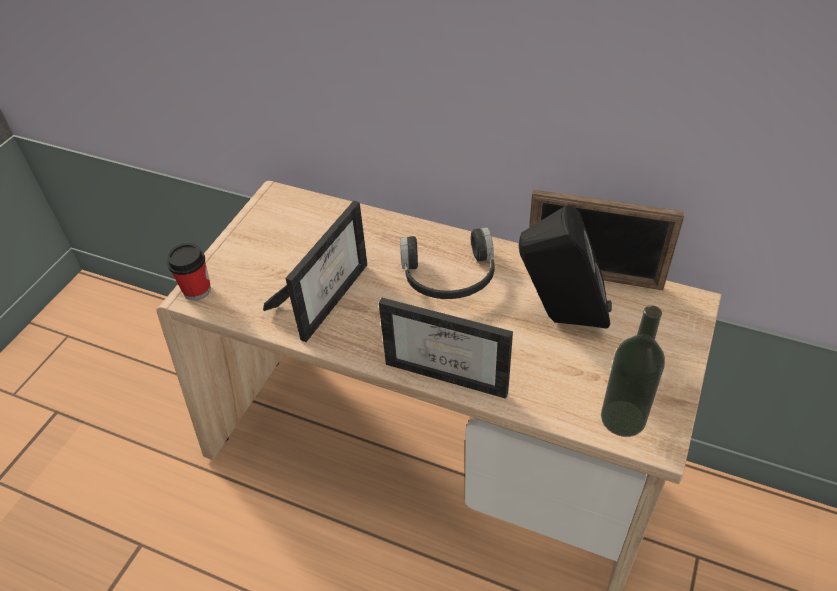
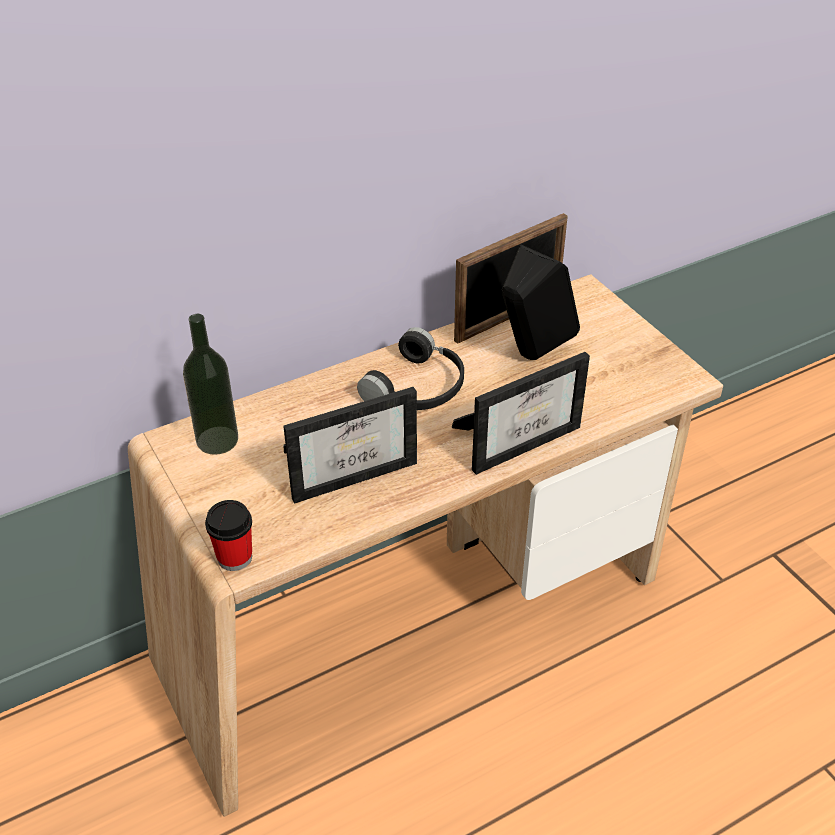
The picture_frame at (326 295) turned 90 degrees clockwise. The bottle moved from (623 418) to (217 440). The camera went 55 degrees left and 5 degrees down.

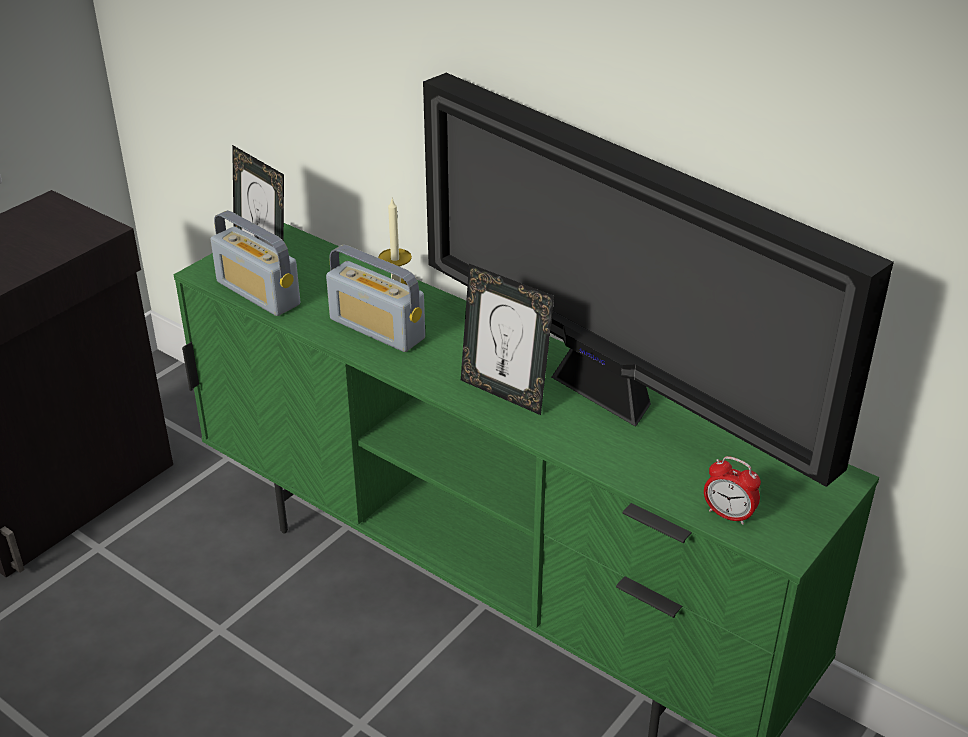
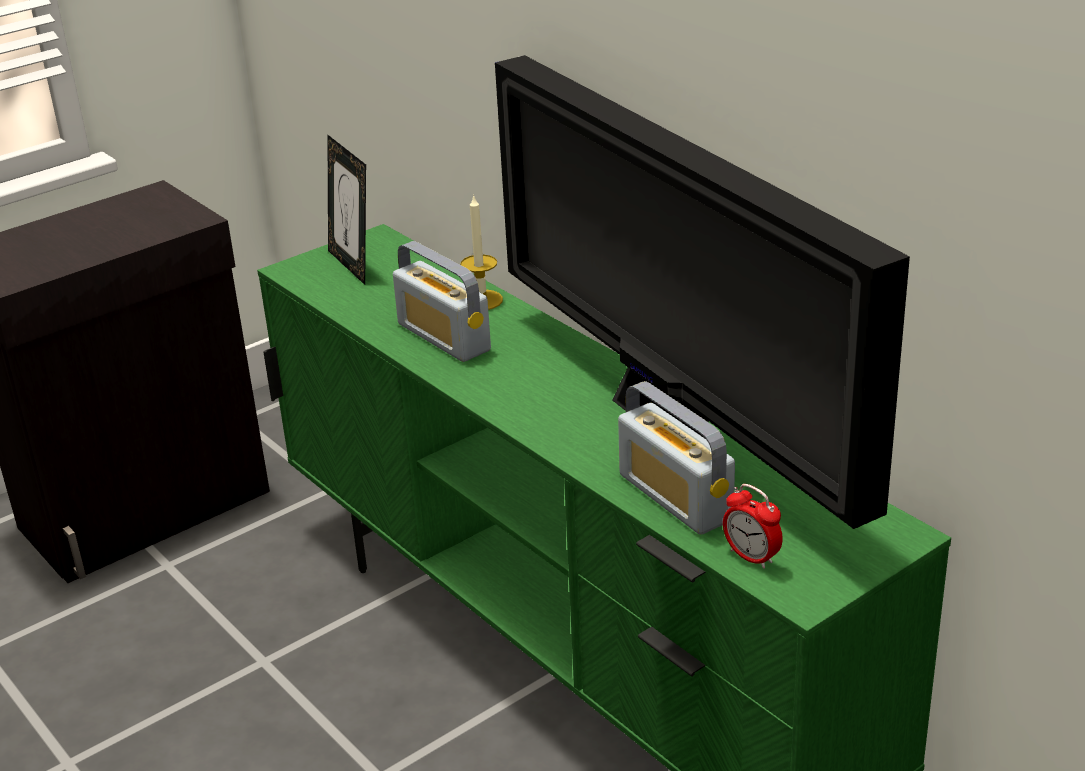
The radio moved from (258 293) to (675 497). The picture_frame at (504 393) disappeared. The camera went 15 degrees right and 5 degrees down.

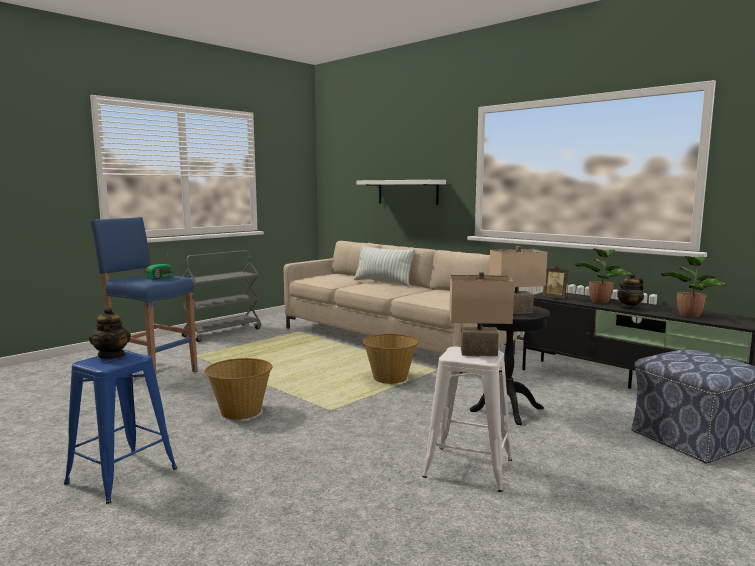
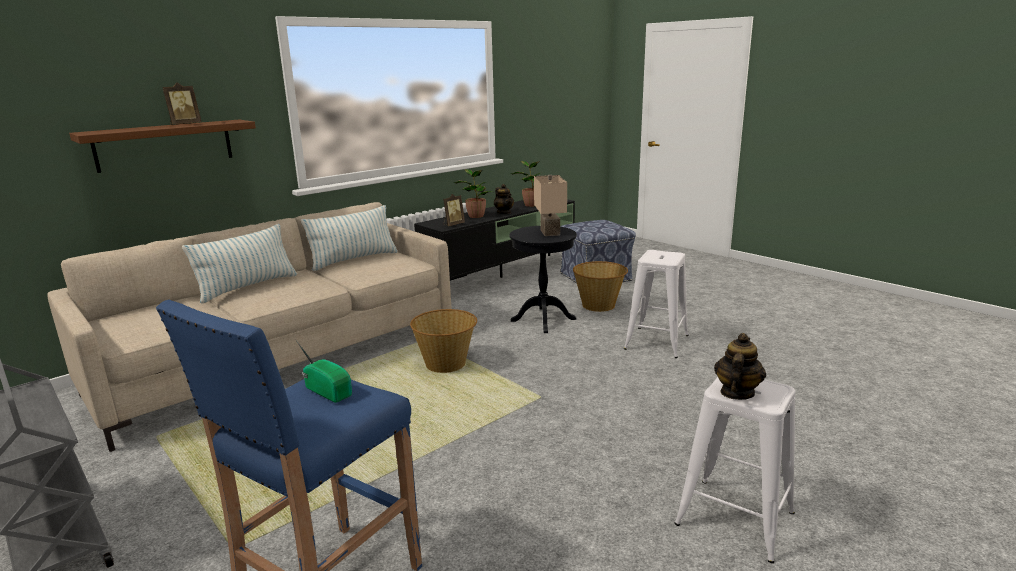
The white_shelf at (407 192) became the brown_shelf at (164 145). The beige_table_lamp at (479 352) disappeared. The teapot at (112 355) turned 45 degrees counterclockwise. The blue_stool at (122 476) became the white_stool at (734 518). The basket moved from (240 412) to (599 305). The picture_frame at (184 124) appeared. The pillow at (354 260) appeared. The camera went 85 degrees left and 10 degrees up.

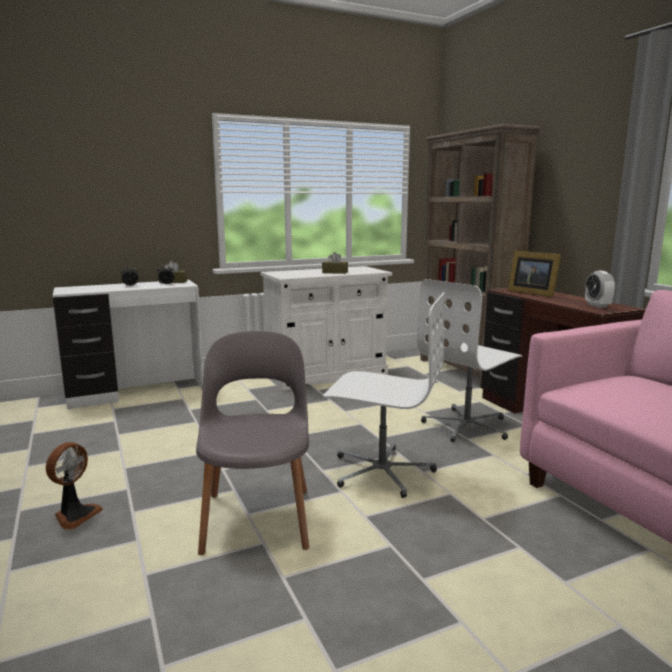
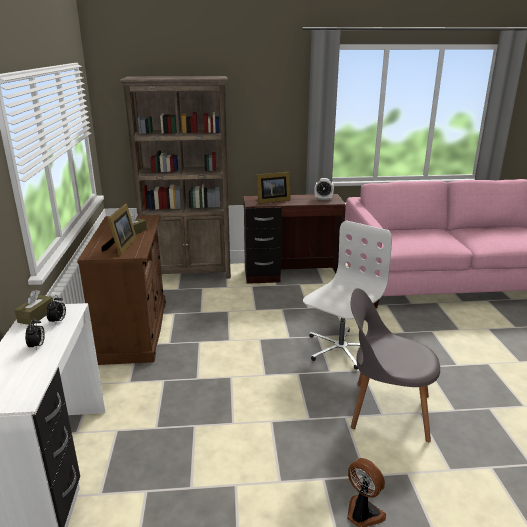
The white_cabinet at (326 375) became the brown_cabinet at (134 331). The white_office_chair at (467 426) disappeared. The picture_frame at (121 247) appeared. The camera went 70 degrees left and 10 degrees up.

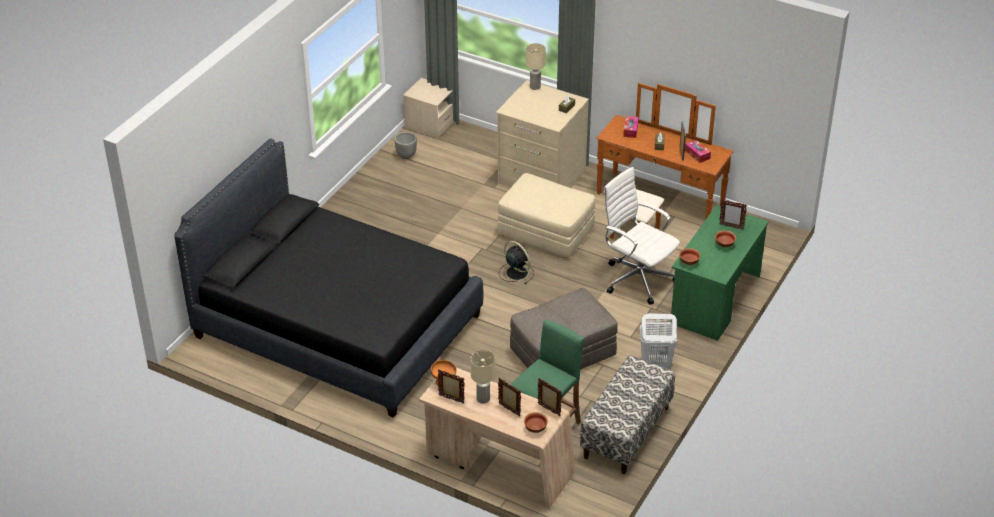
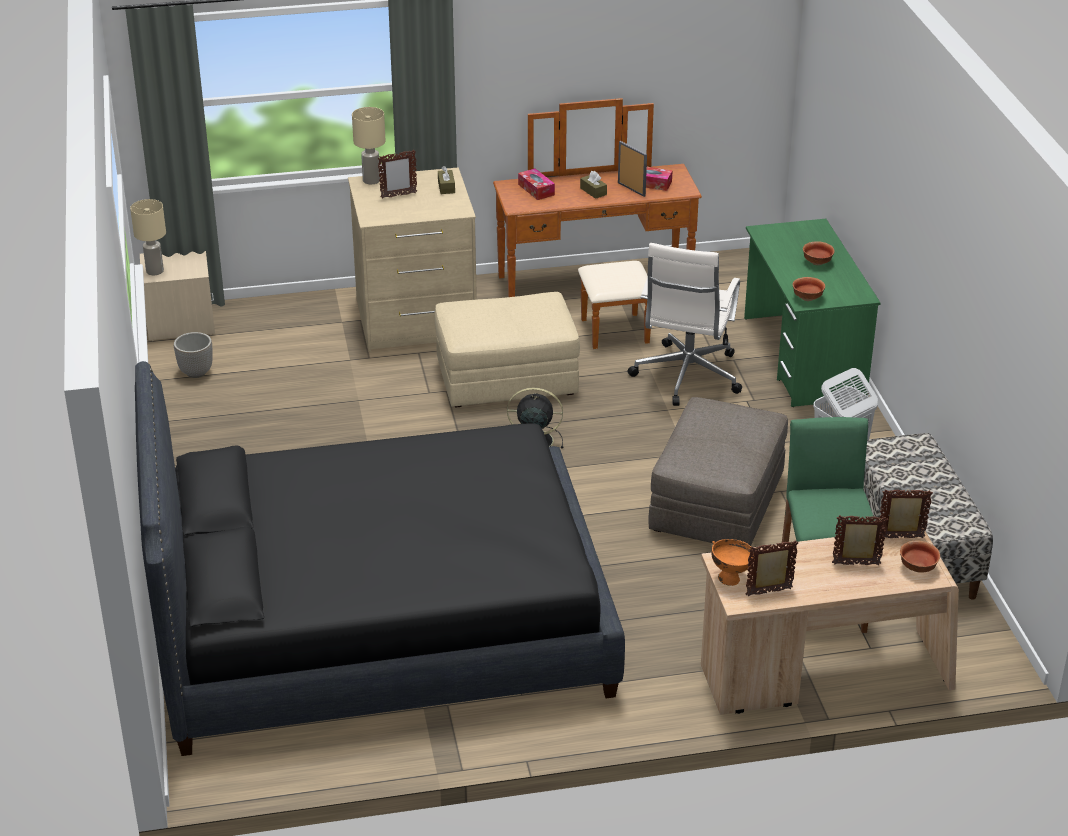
The white_office_chair at (637 278) turned 75 degrees counterclockwise. The picture_frame moved from (731 227) to (398 195). The beige_table_lamp moved from (483 399) to (155 271). The camera went 40 degrees left and 5 degrees down.

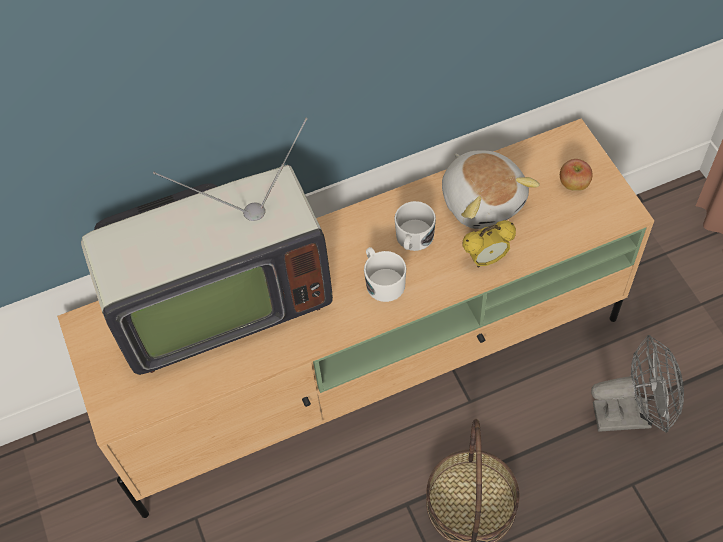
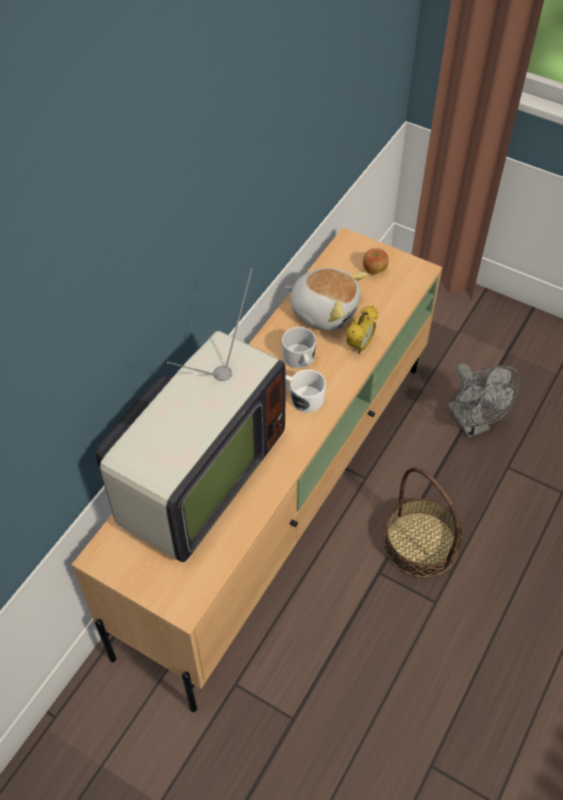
The grey_fan at (631 414) turned 105 degrees clockwise. The camera went 40 degrees left and 5 degrees down.

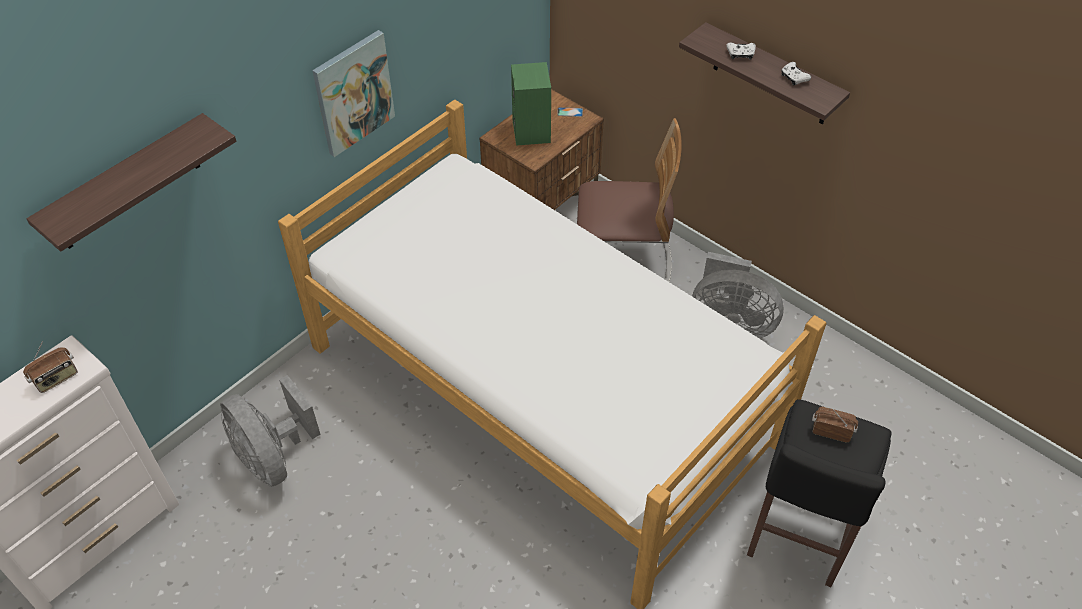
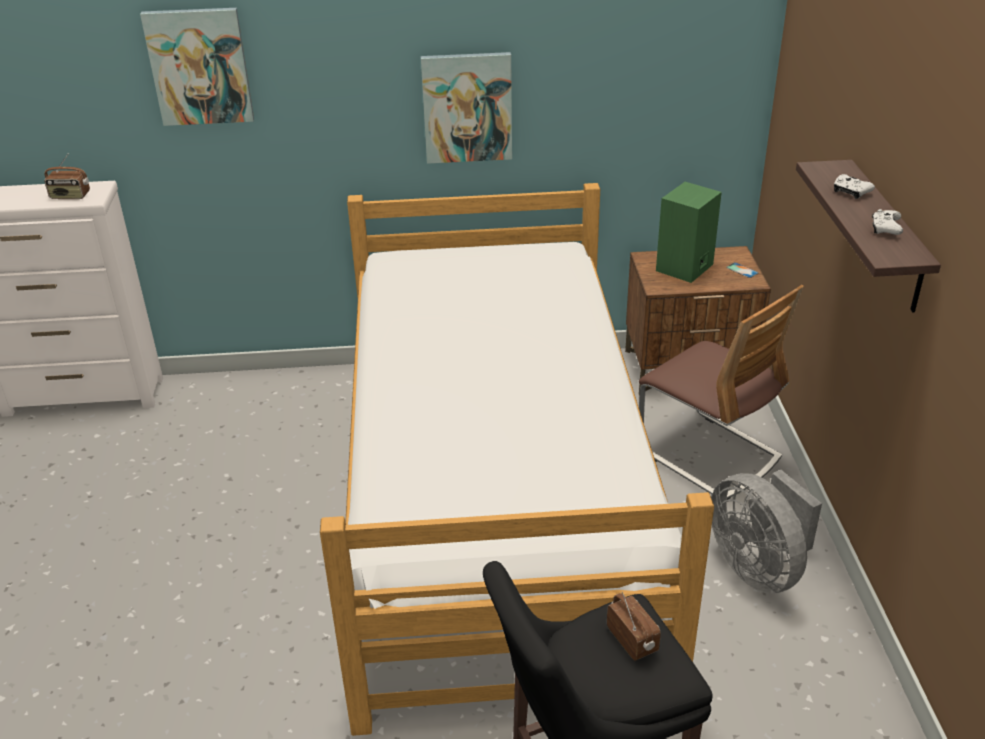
The shelf at (127 184) was replaced by the picture at (199 66). The grey_fan at (273 457) disappeared. The camera went 45 degrees right and 15 degrees down.

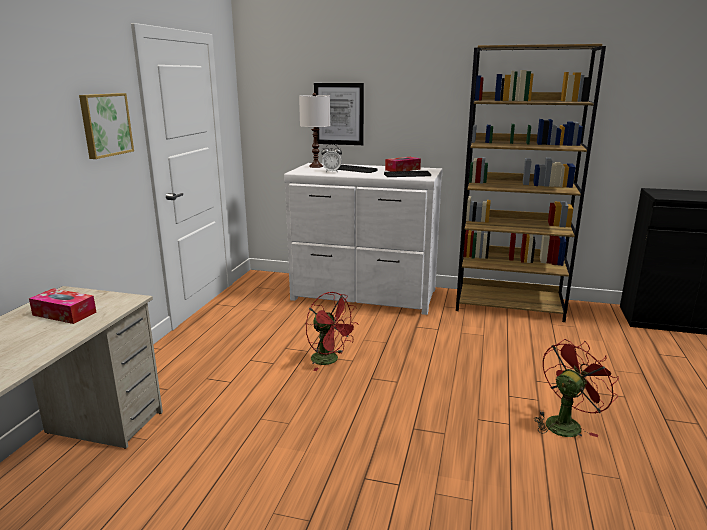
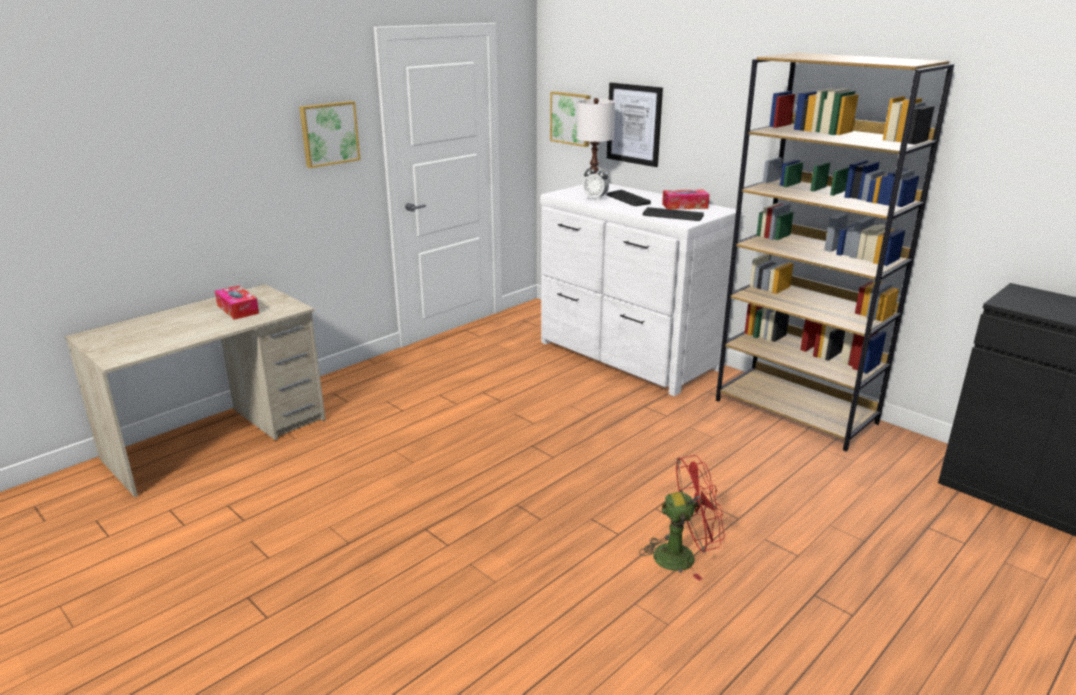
The red_fan at (330 360) disappeared. The picture at (571 118) appeared. The camera went 30 degrees right and 5 degrees up.

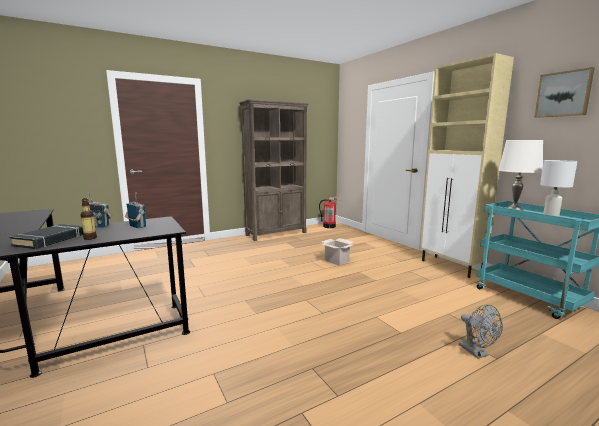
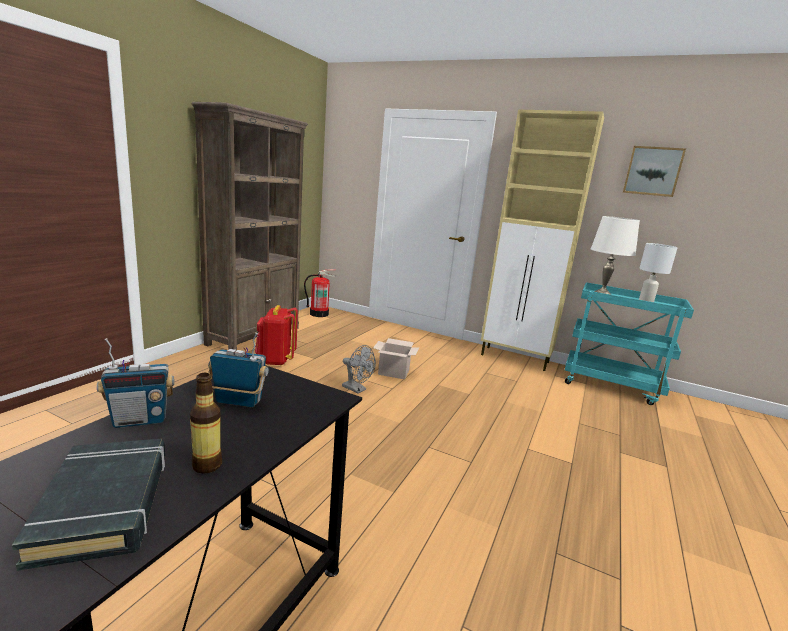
The grey_fan moved from (477 353) to (357 389). The red_backpack at (276 360) appeared. The camera went 35 degrees left and 5 degrees up.

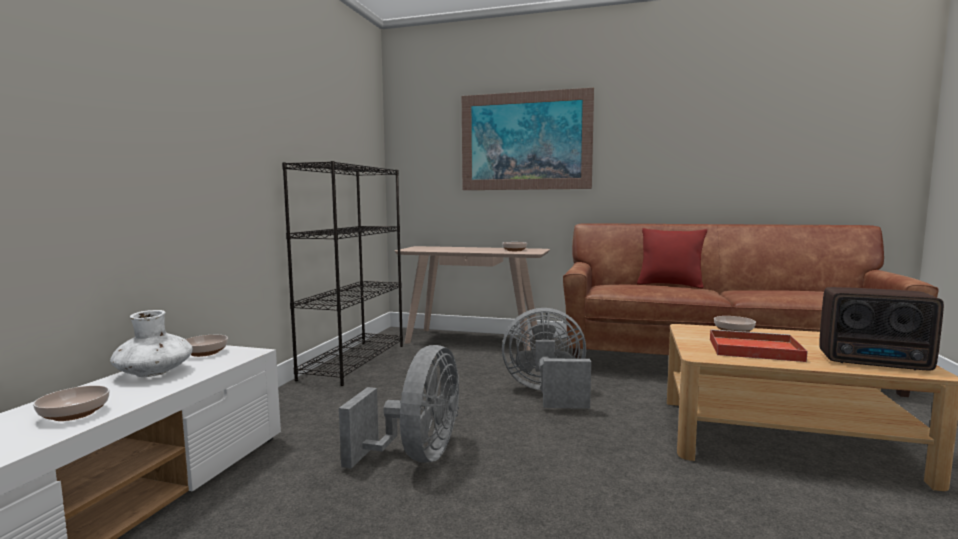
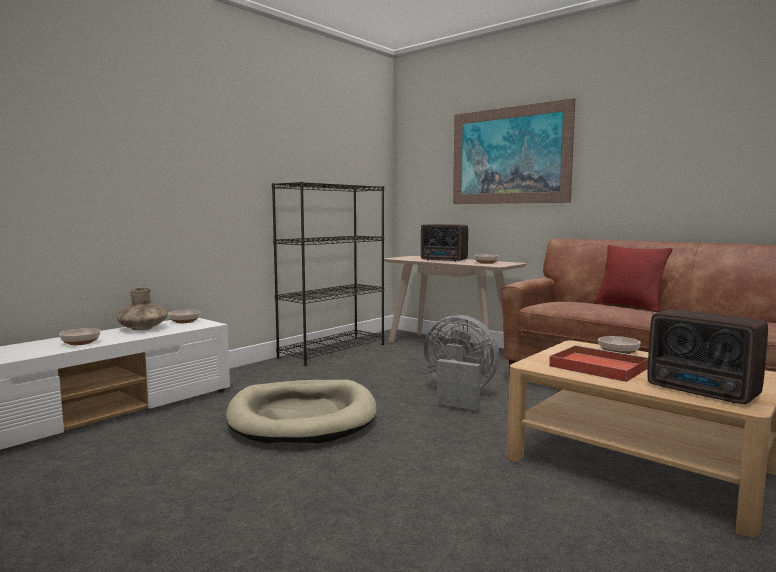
The white_vase at (154 373) became the brown_vase at (143 329). The grey_fan at (417 456) was replaced by the beige_dog_bed at (302 417). The radio at (444 260) appeared. The camera went 25 degrees right and 0 degrees up.

